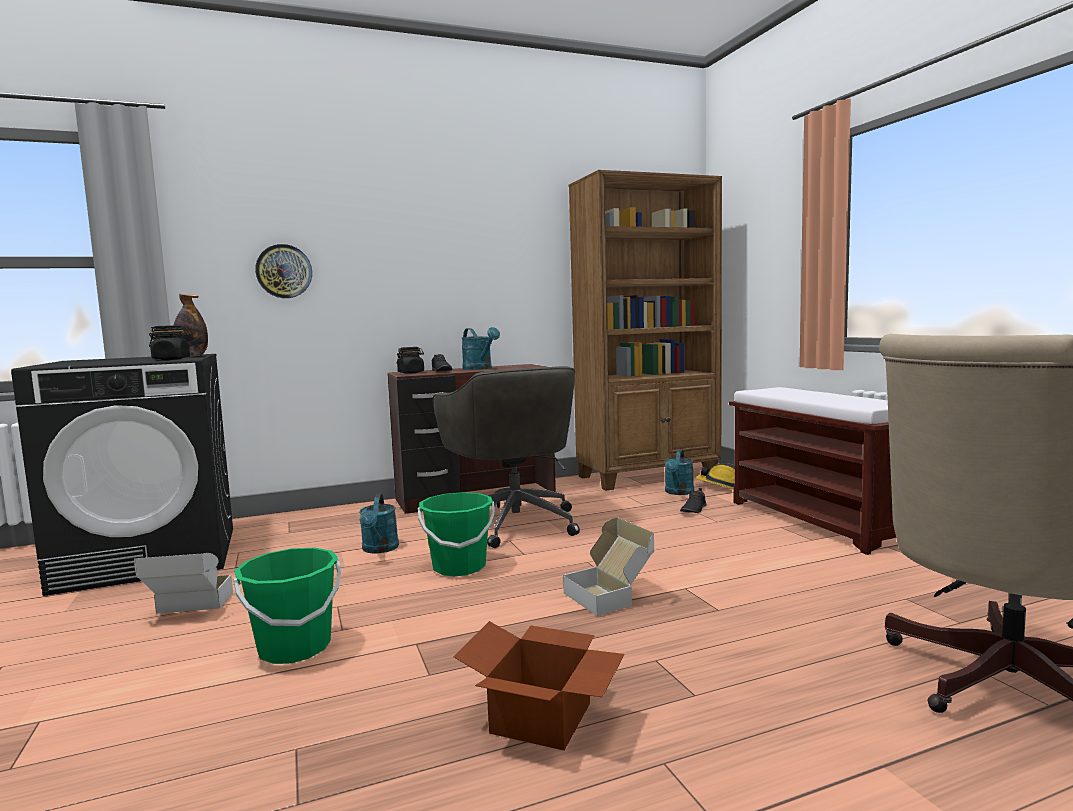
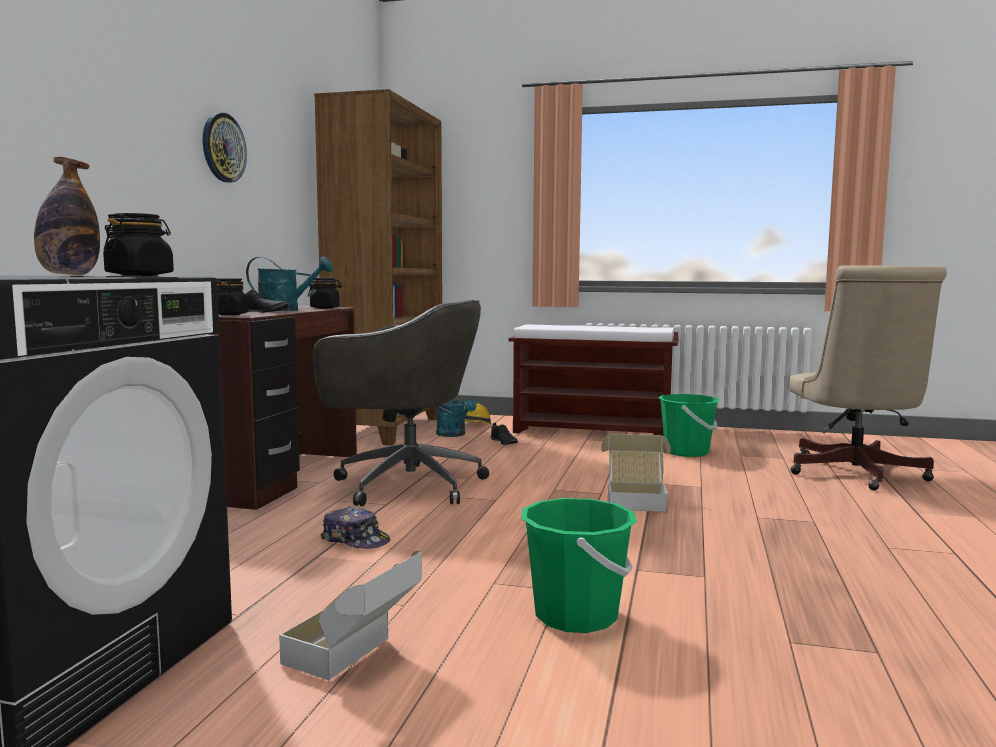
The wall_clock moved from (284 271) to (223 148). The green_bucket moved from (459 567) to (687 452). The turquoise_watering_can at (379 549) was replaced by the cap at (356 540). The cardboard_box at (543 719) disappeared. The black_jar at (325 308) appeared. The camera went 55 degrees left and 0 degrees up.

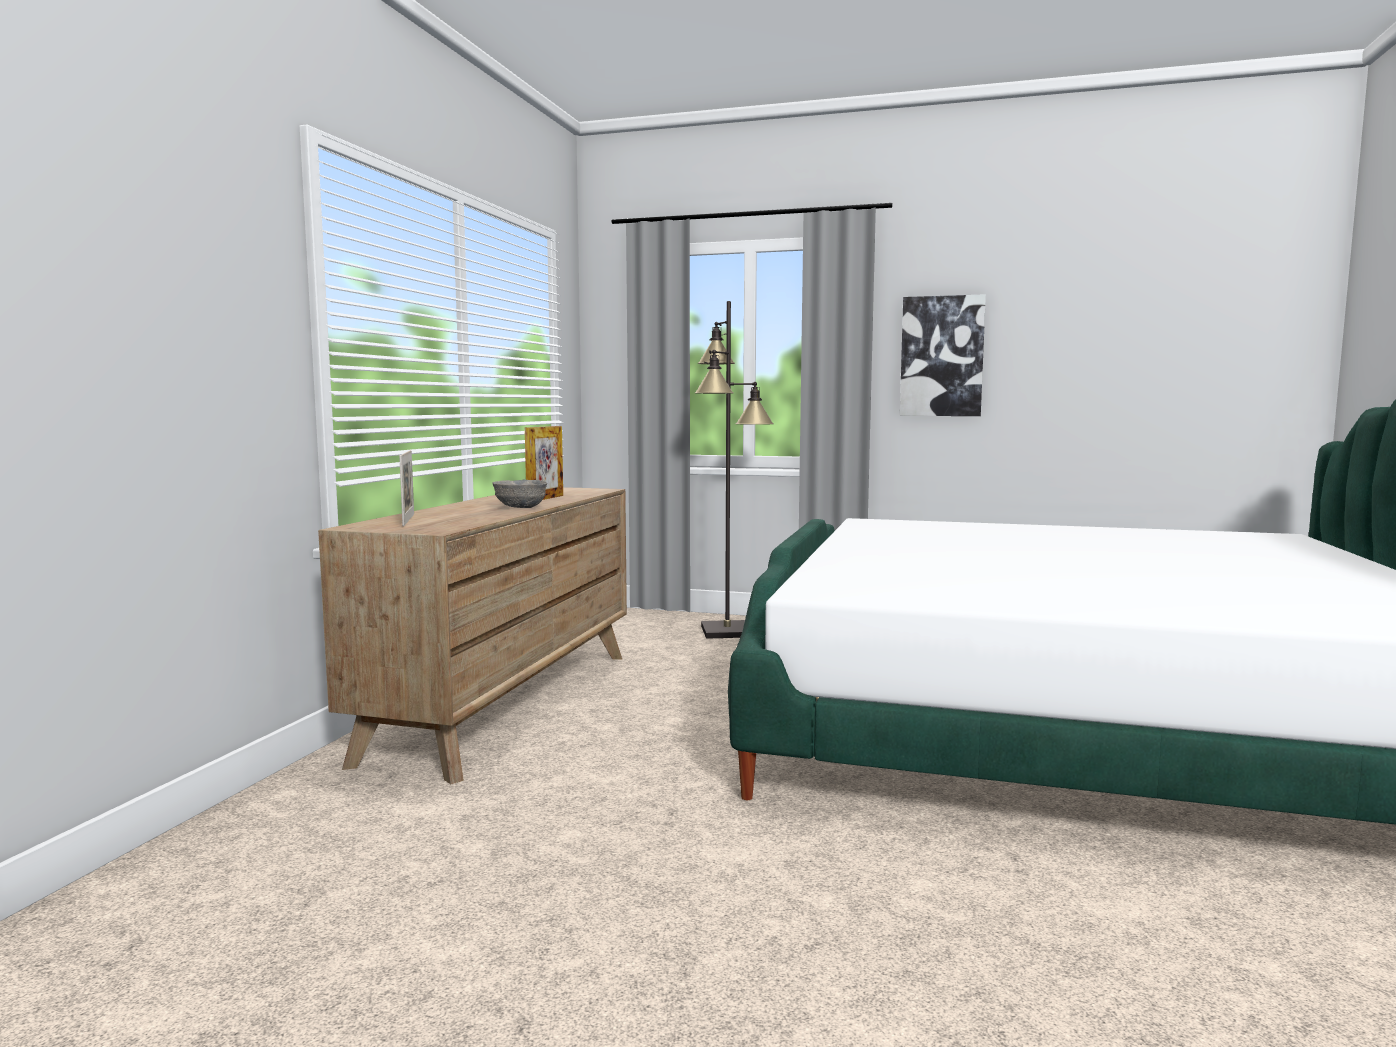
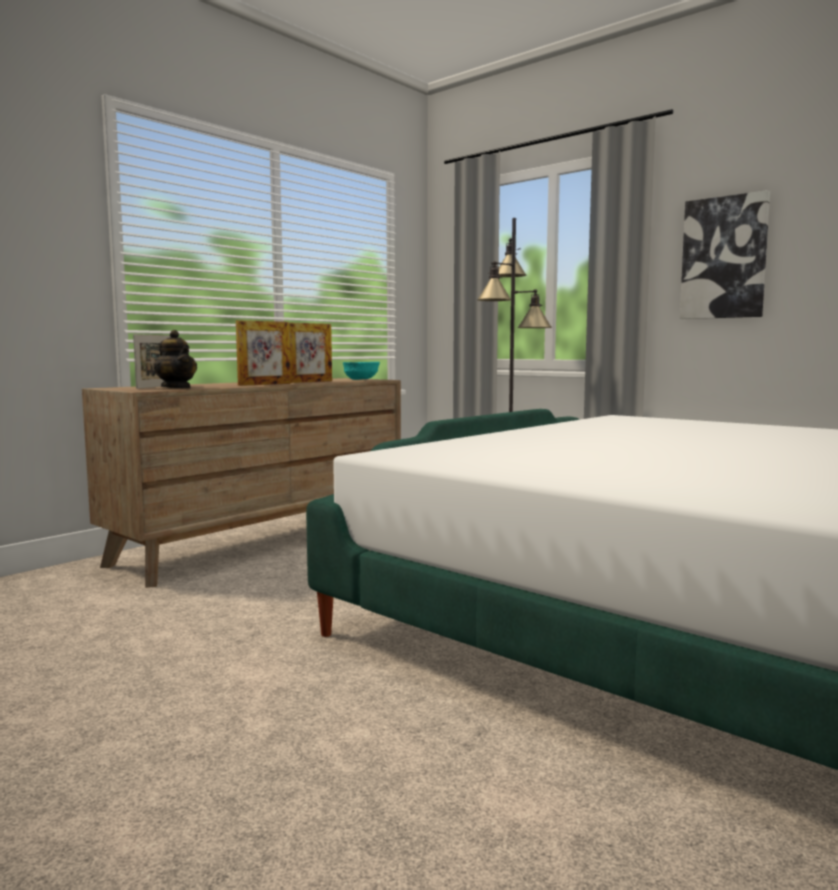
The grey_bowl at (520 507) was replaced by the picture_frame at (264 384). The teapot at (176 388) appeared. The turquoise_bowl at (361 379) appeared. The camera went 25 degrees right and 0 degrees up.

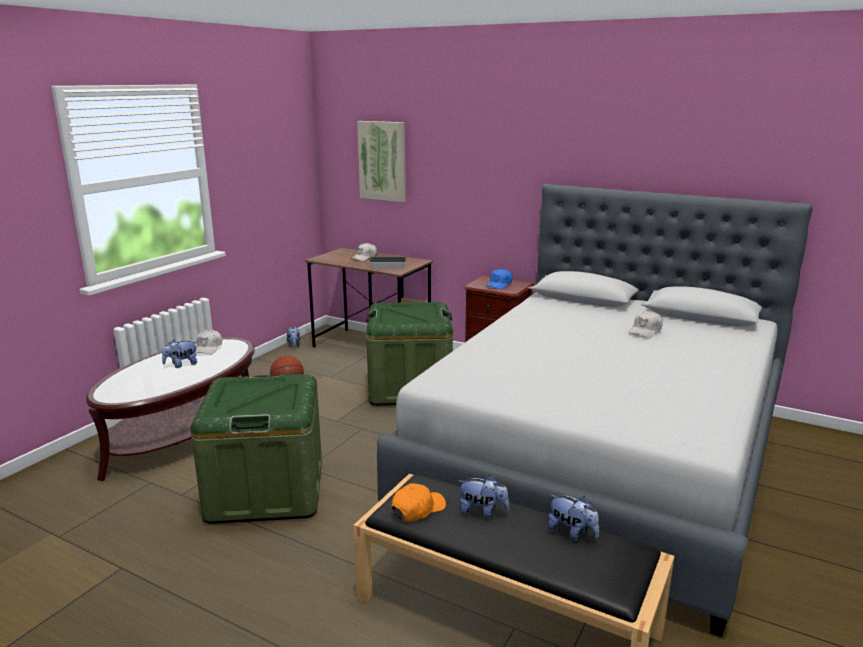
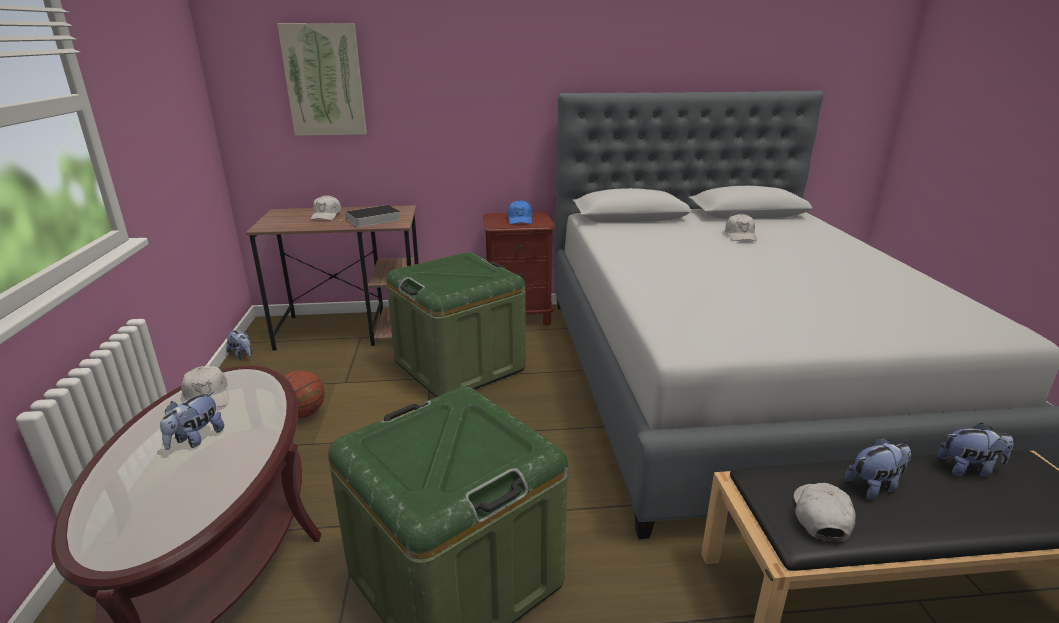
The orange_cap at (417 509) became the white_cap at (820 516). The camera went 35 degrees left and 5 degrees up.

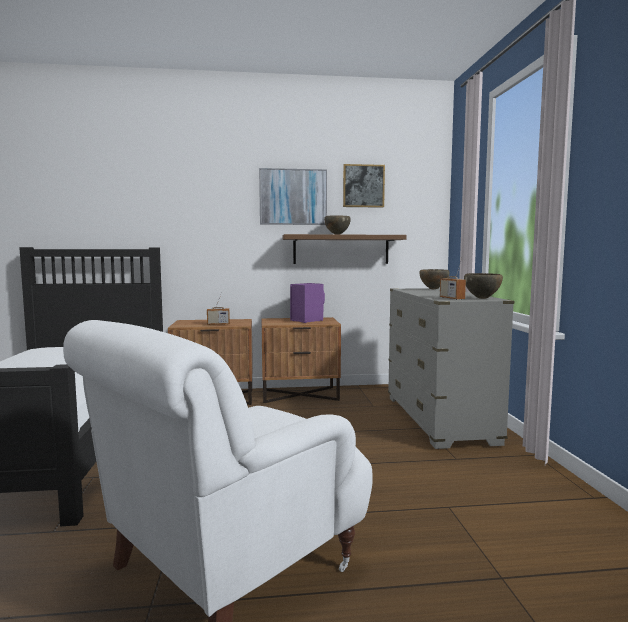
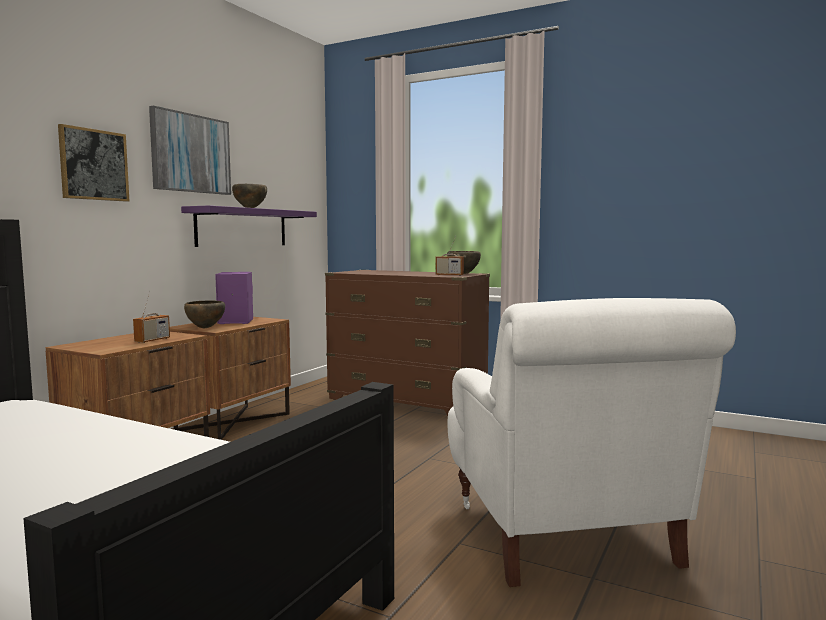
The picture moved from (363 186) to (94 165). The brown_shelf at (341 249) became the purple_shelf at (242 227). The brown_bowl moved from (433 289) to (205 328). The grey_dresser at (439 420) became the brown_dresser at (407 401). The camera went 55 degrees left and 0 degrees up.

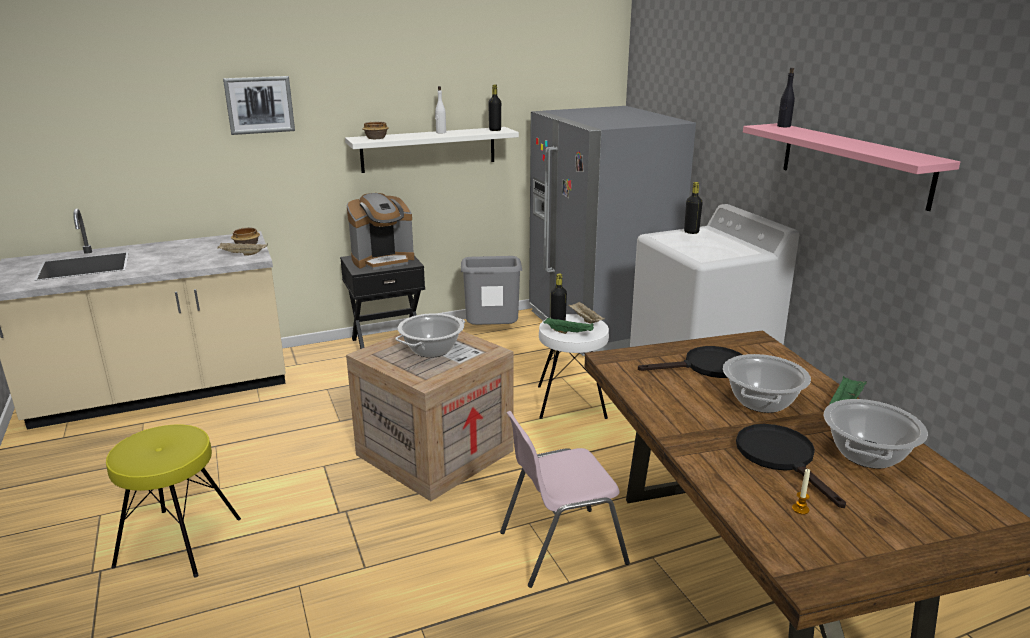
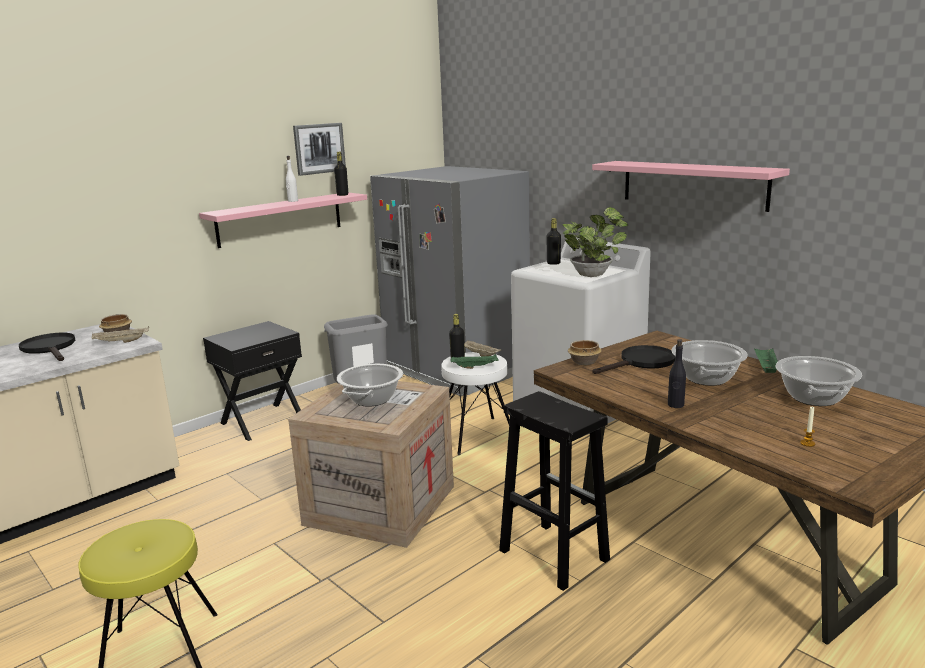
The black_bottle moved from (783 126) to (675 405). The picture moved from (259 105) to (319 148). The bowl moved from (375 138) to (584 362). The white_shelf at (429 149) became the pink_shelf at (280 219). The coffee_machine at (383 260) disappeared. The pink_chair at (560 547) was replaced by the black_stool at (552 554). The black_frying_pan moved from (781 458) to (50 348). The potted_plant at (593 274) appeared. The camera went 20 degrees left and 5 degrees down.

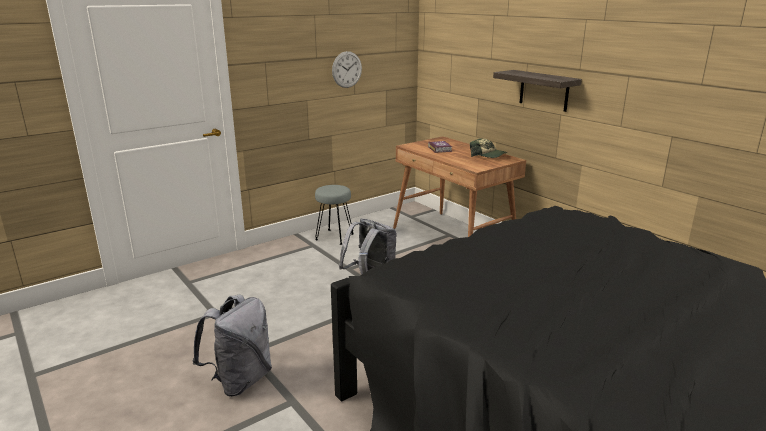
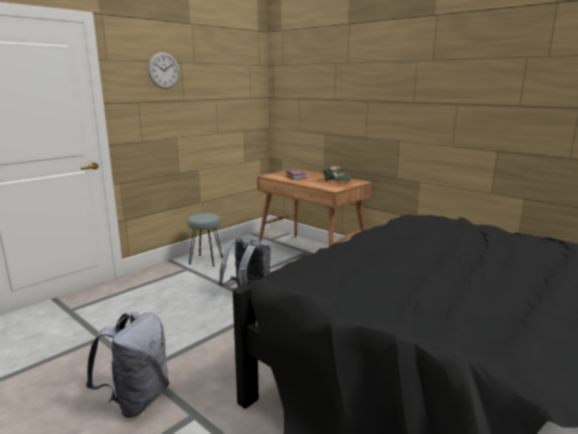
The wall_clock moved from (347 69) to (163 70). The shelf at (544 90) disappeared. The camera went 10 degrees left and 5 degrees down.

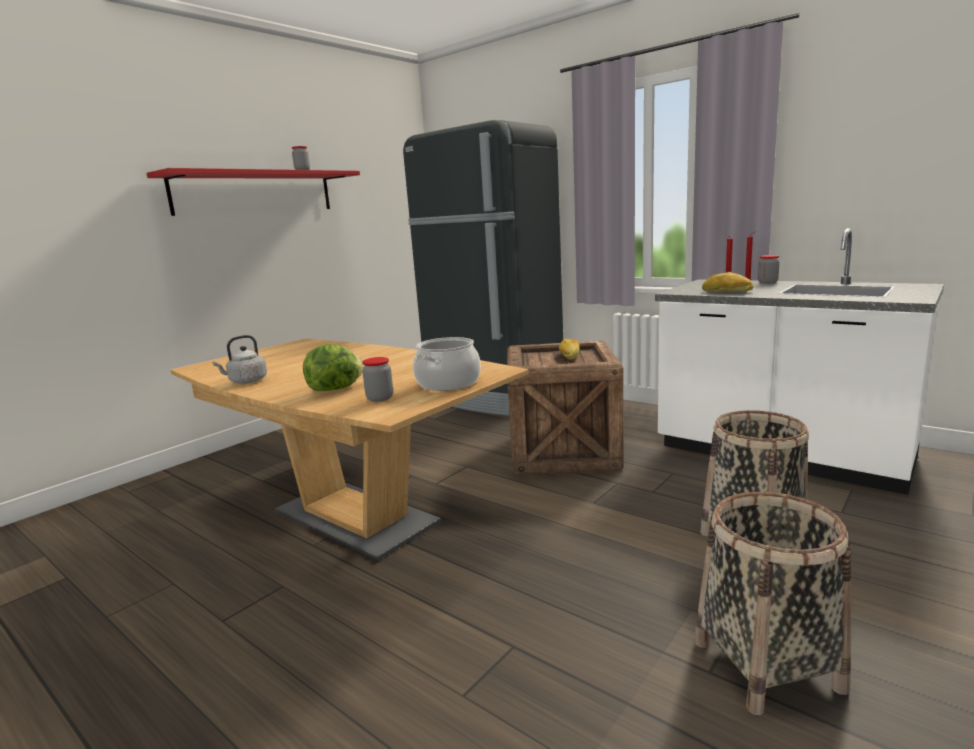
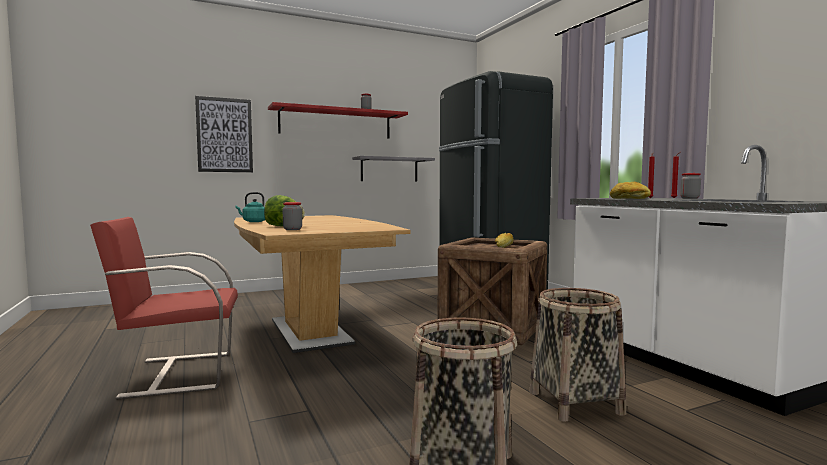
The grey_kettle at (246 381) became the turquoise_kettle at (253 221). The cooking_pot at (448 383) disappeared. The picture at (224 135) appeared. The grey_shelf at (389 169) appeared. The red_chair at (177 373) appeared. The camera went 25 degrees right and 10 degrees down.

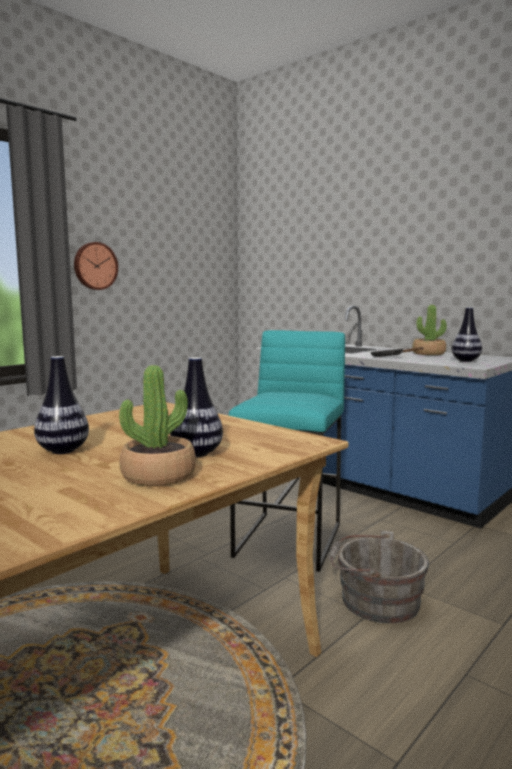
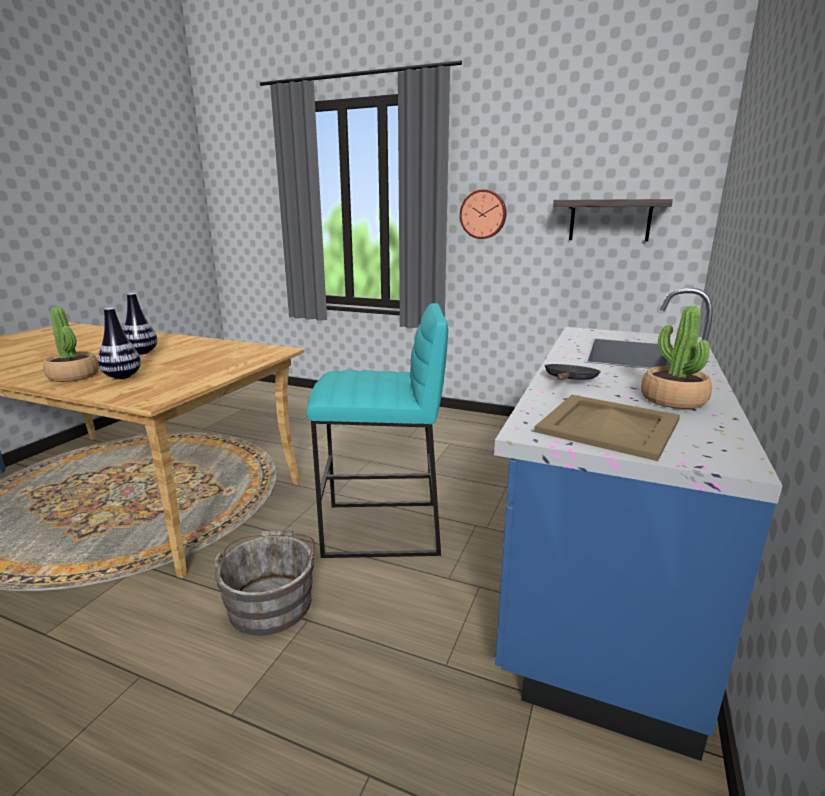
The vase at (466 360) was replaced by the beige_tray at (607 426). The shelf at (609 220) appeared. The camera went 70 degrees right and 10 degrees up.

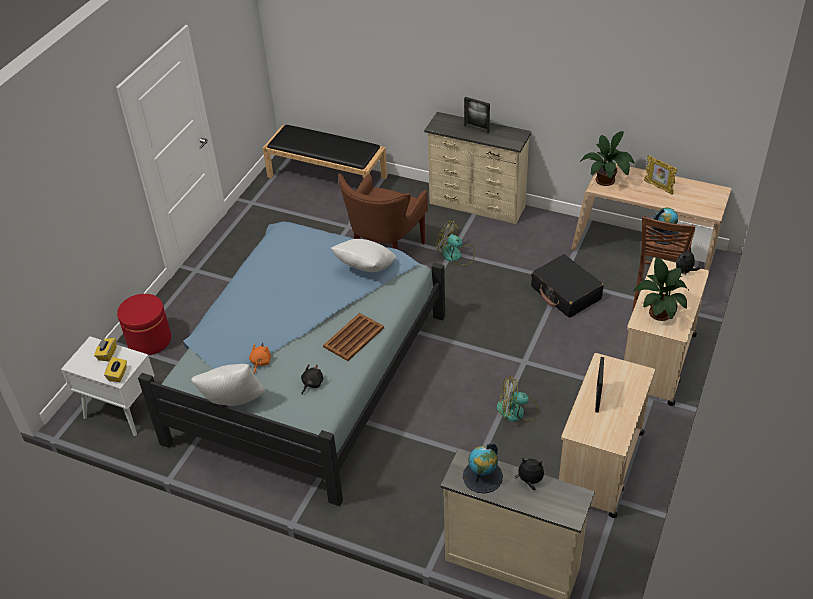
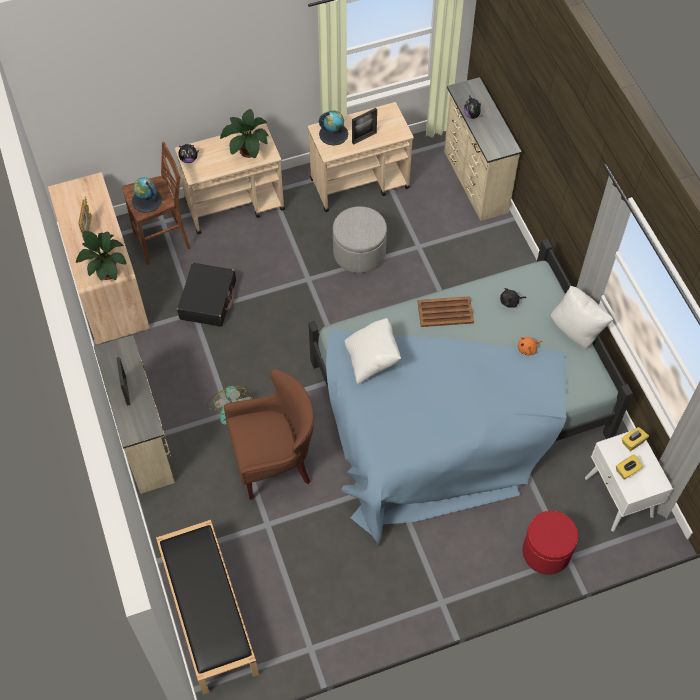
The fan at (517 411) was replaced by the grey_ottoman at (359 252). The globe moved from (482 476) to (333 134). The camera went 135 degrees left and 15 degrees up.

